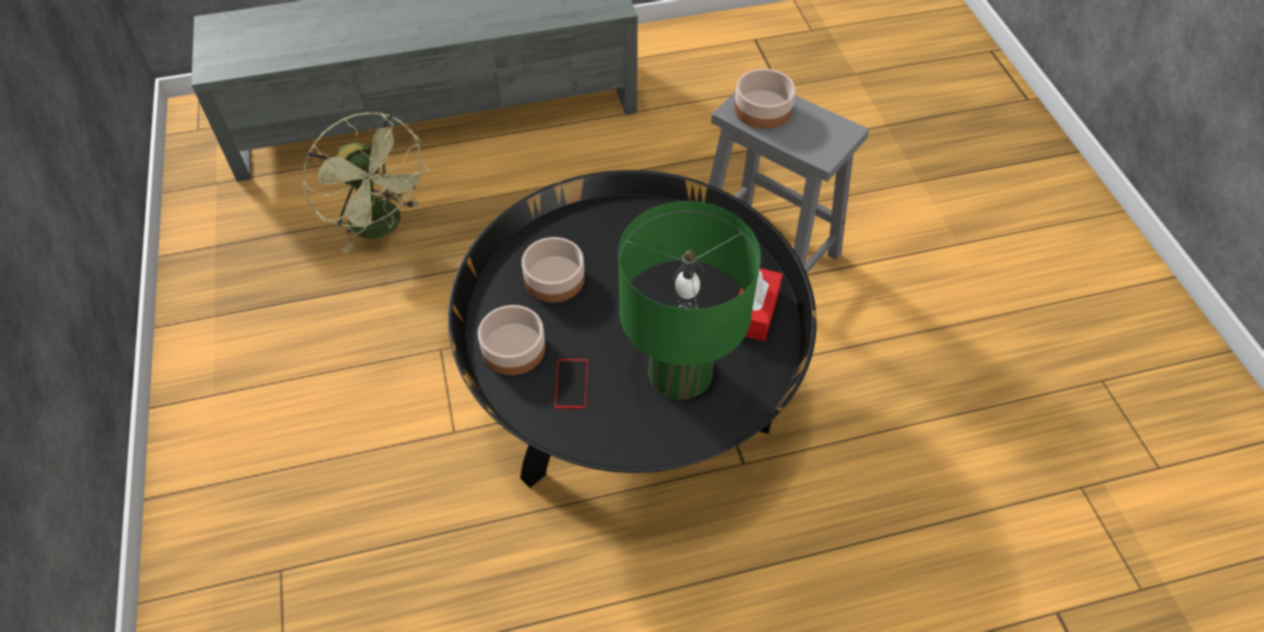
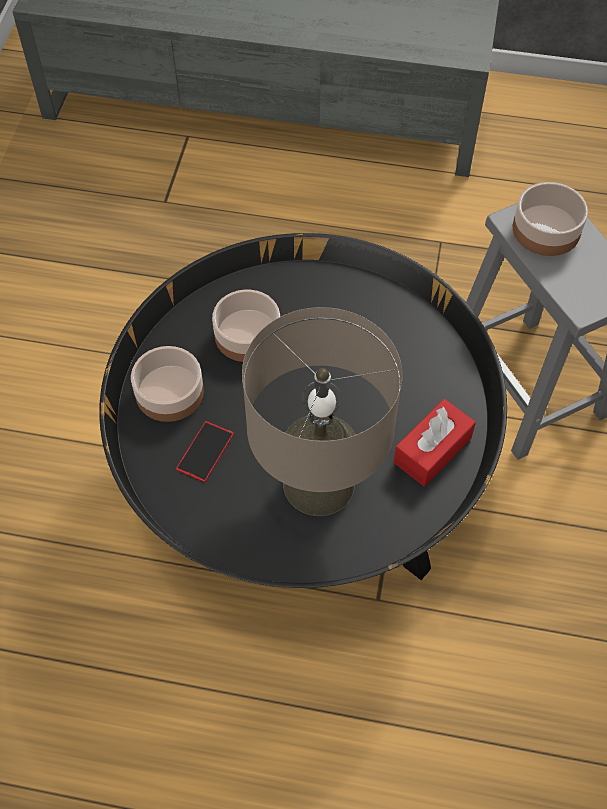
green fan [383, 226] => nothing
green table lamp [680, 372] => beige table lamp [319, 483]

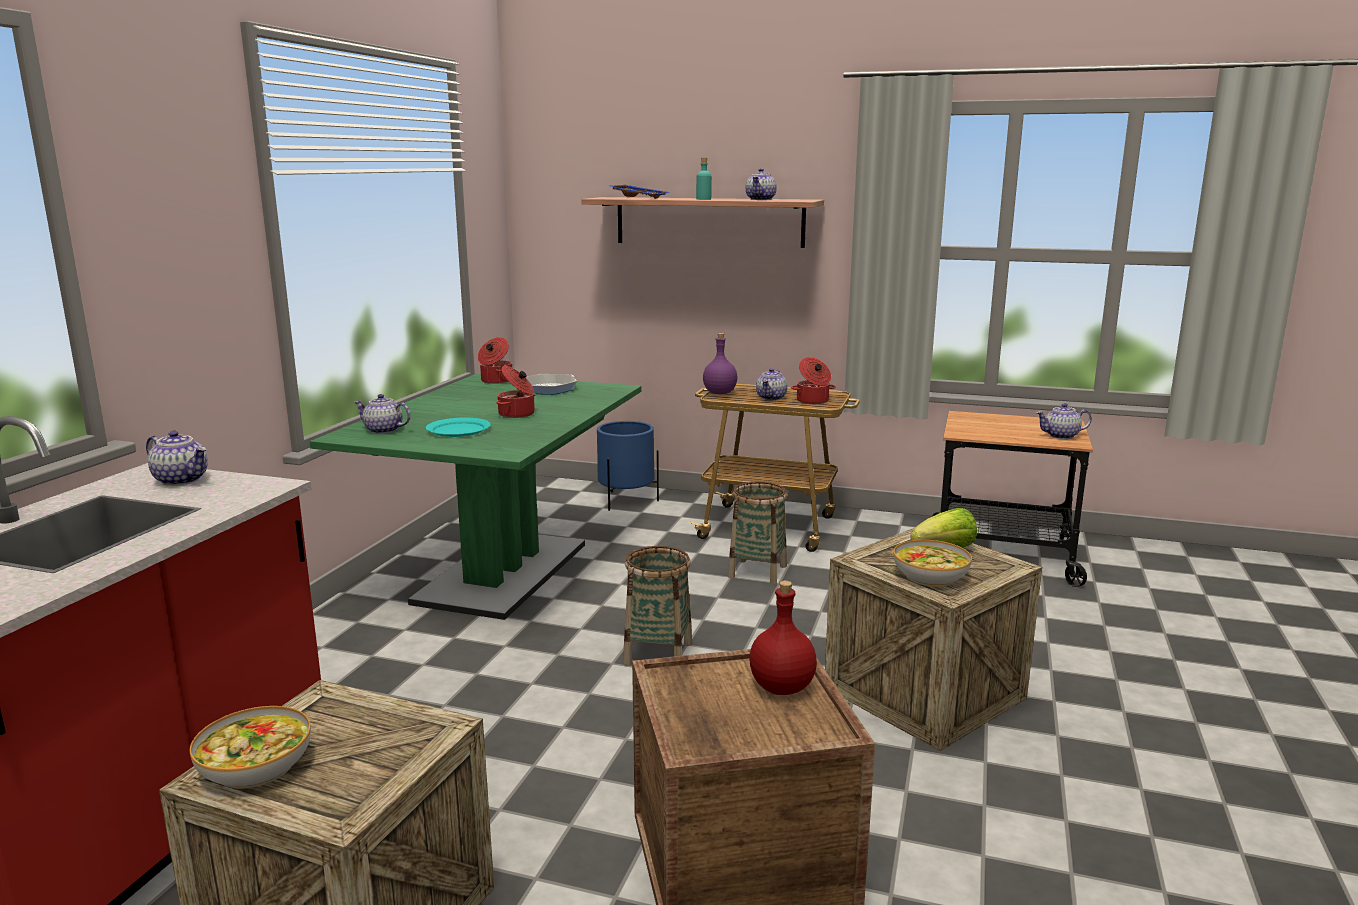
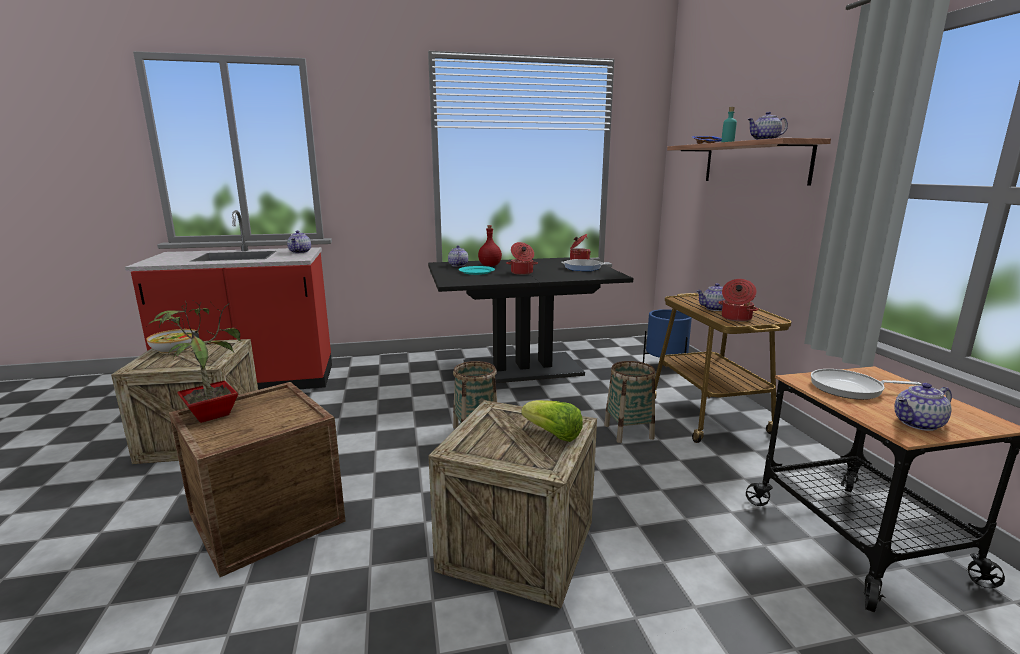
purple bottle [720, 393] => nothing
bowl [930, 576] => nothing
nothing => potted plant [210, 414]
nothing => frying pan [850, 389]
red bottle [782, 688] => red bottle [489, 265], move
green dining table [503, 573] => black dining table [522, 369]
teapot [1061, 436] => teapot [918, 424], 75 degrees counterclockwise

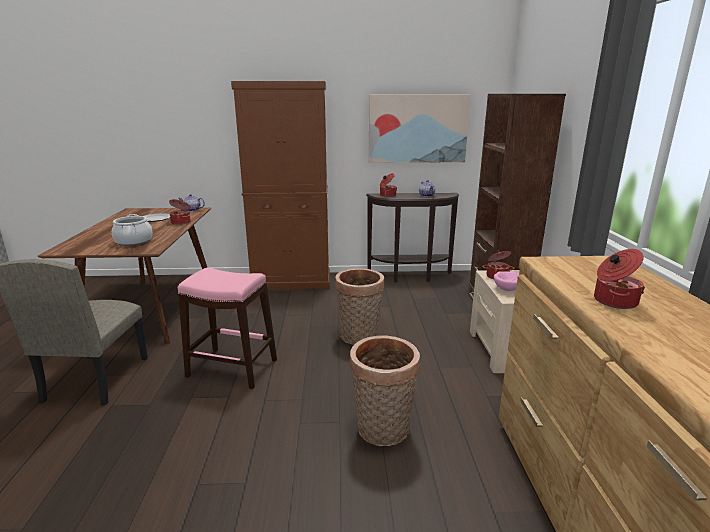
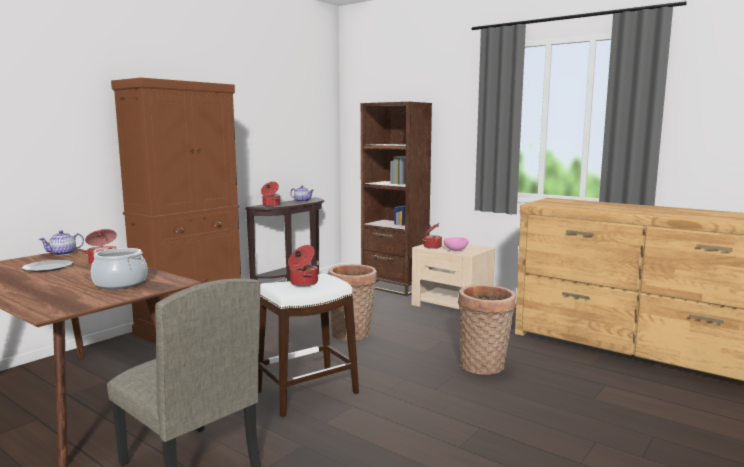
picture [417, 129] => nothing
cooking pot [613, 301] => cooking pot [303, 283], move
pink stool [232, 367] => white stool [306, 392]

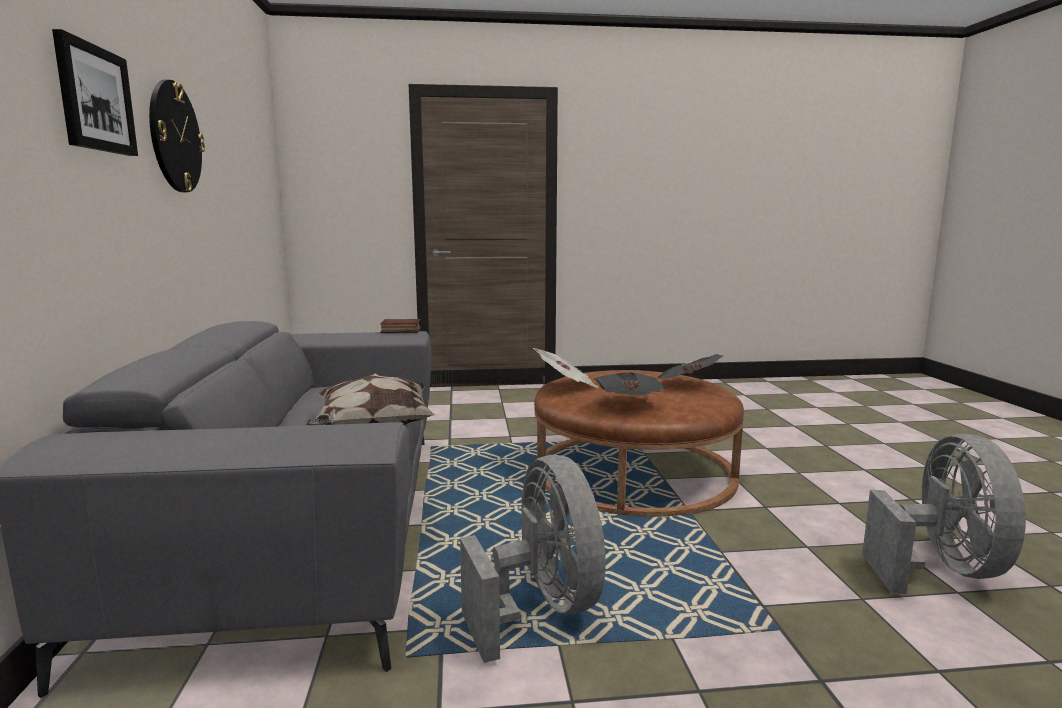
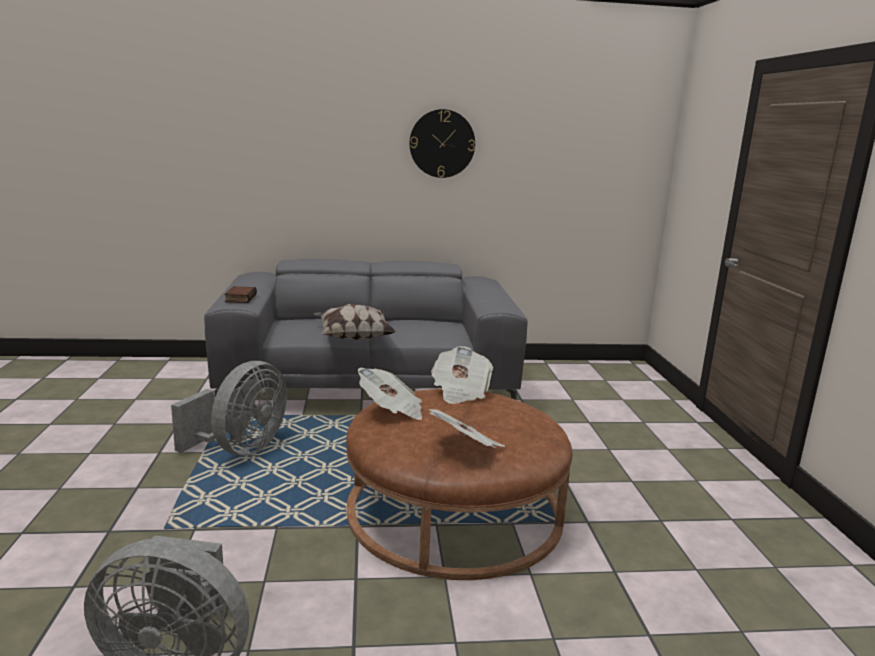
picture [95, 99] => nothing
book [400, 330] => book [240, 298], move
grey fan [542, 608] => grey fan [240, 449], 45 degrees counterclockwise

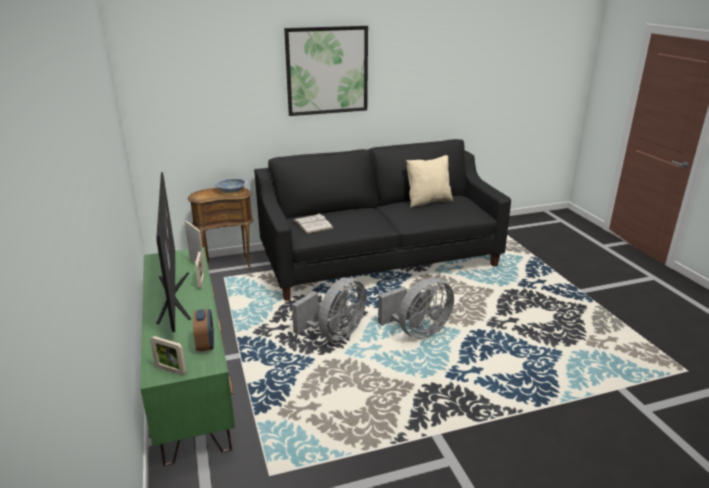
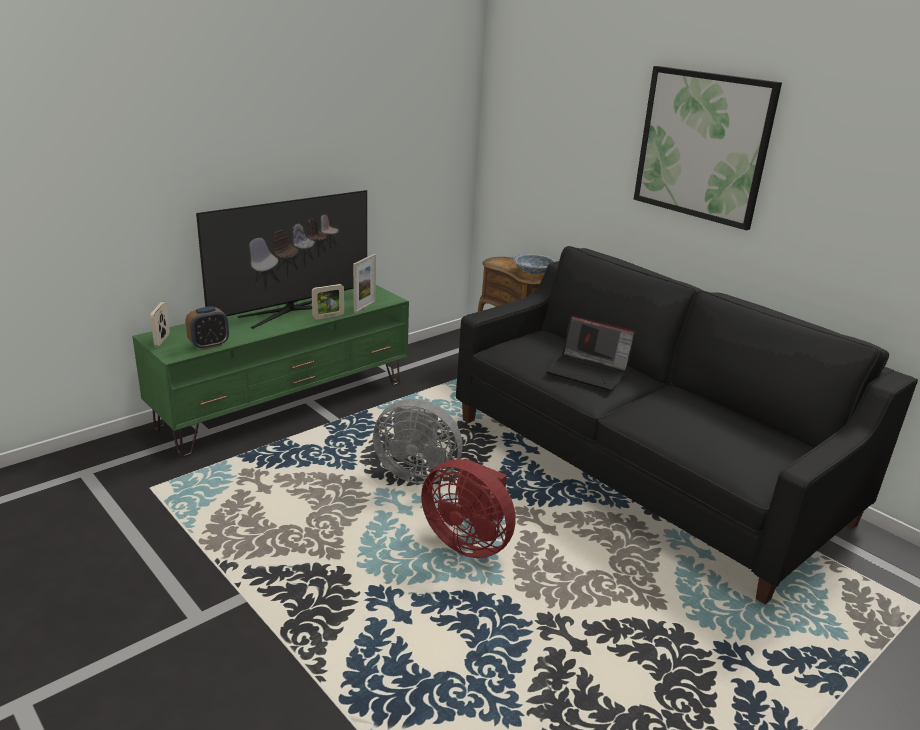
white book [313, 224] => nothing
beige pillow [428, 201] => nothing
nothing => laptop [589, 372]
grey fan [417, 332] => red fan [468, 542]

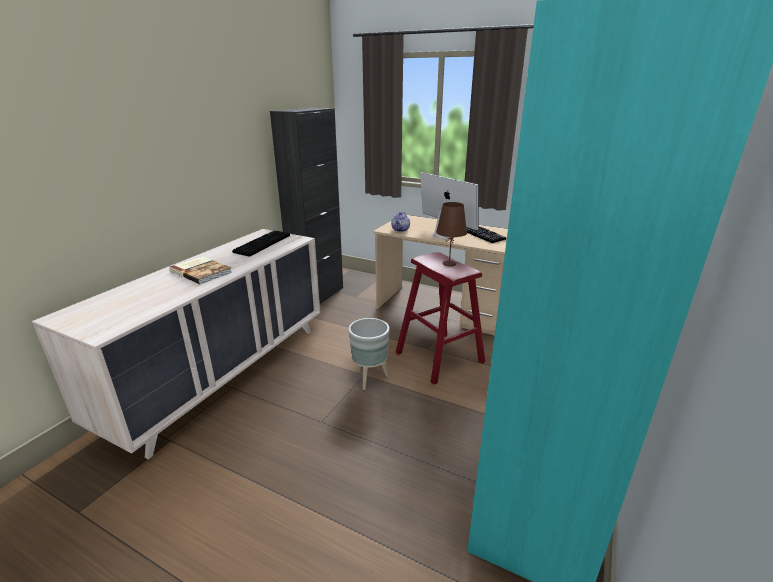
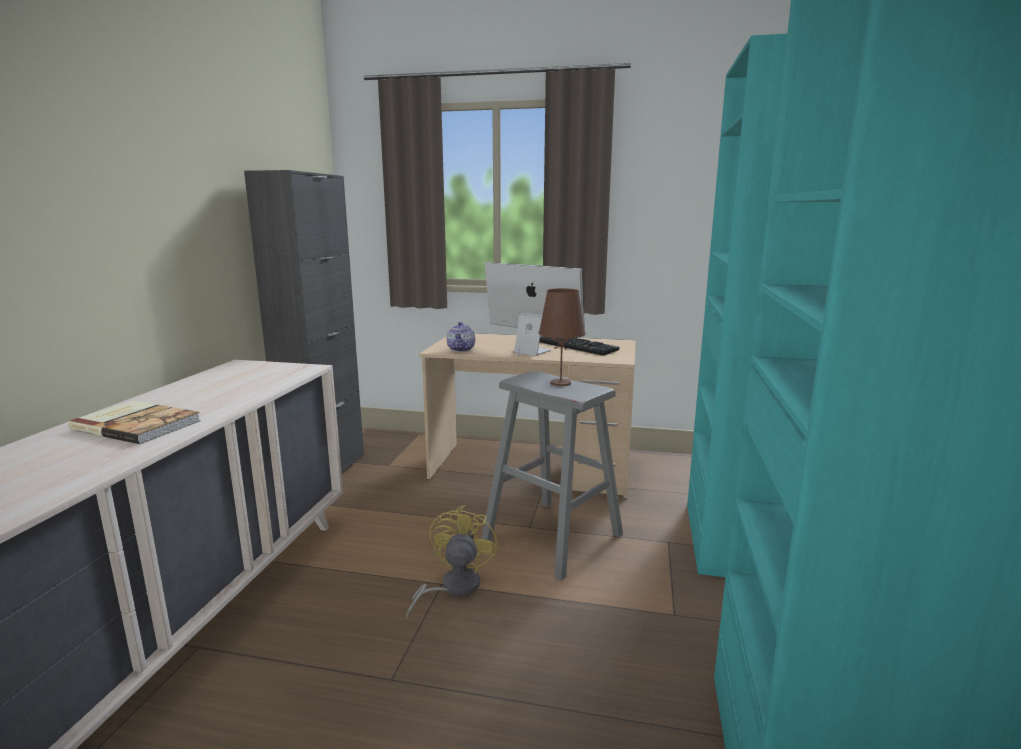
keyboard [262, 243] => nothing
grey planter [369, 378] => yellow fan [453, 588]
red stool [439, 357] => grey stool [552, 537]

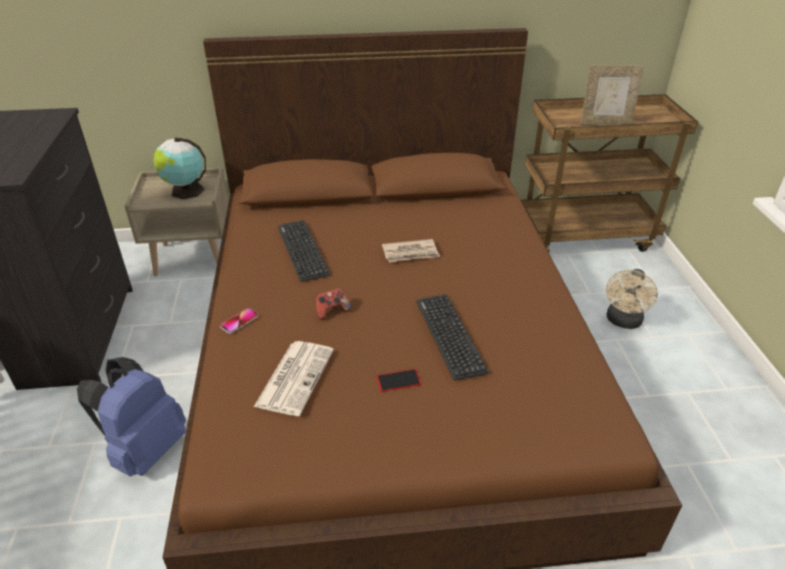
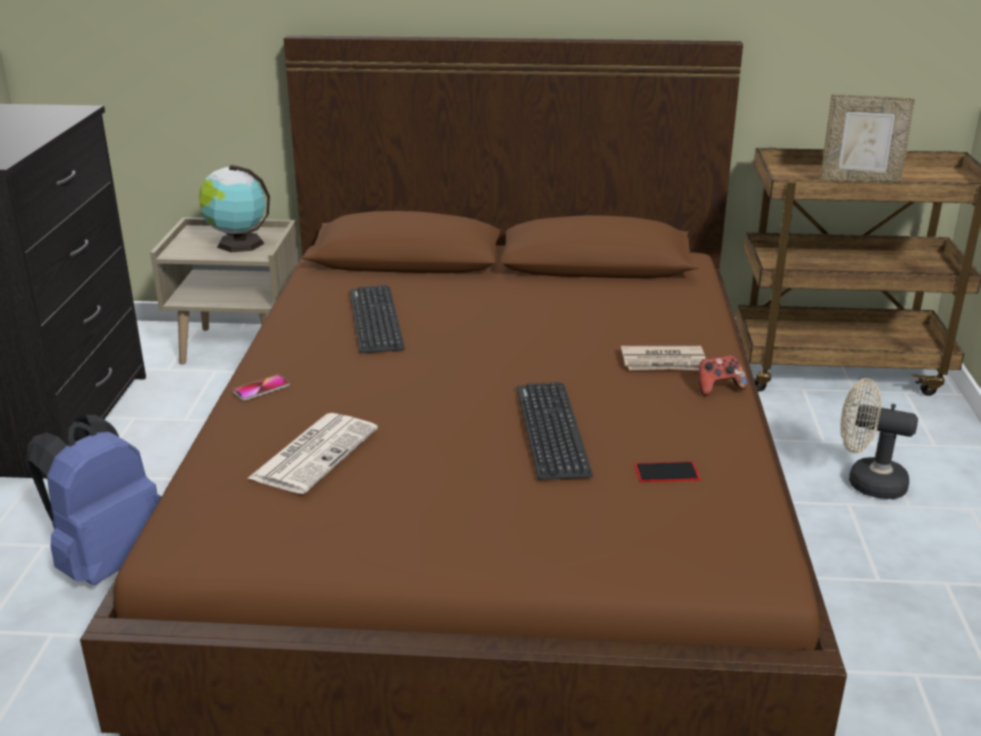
game controller [332, 311] => game controller [718, 388], move
phone [398, 380] => phone [666, 472], move
newspaper [411, 253] => newspaper [664, 362], move
beige fan [623, 322] => beige fan [866, 482], 75 degrees clockwise

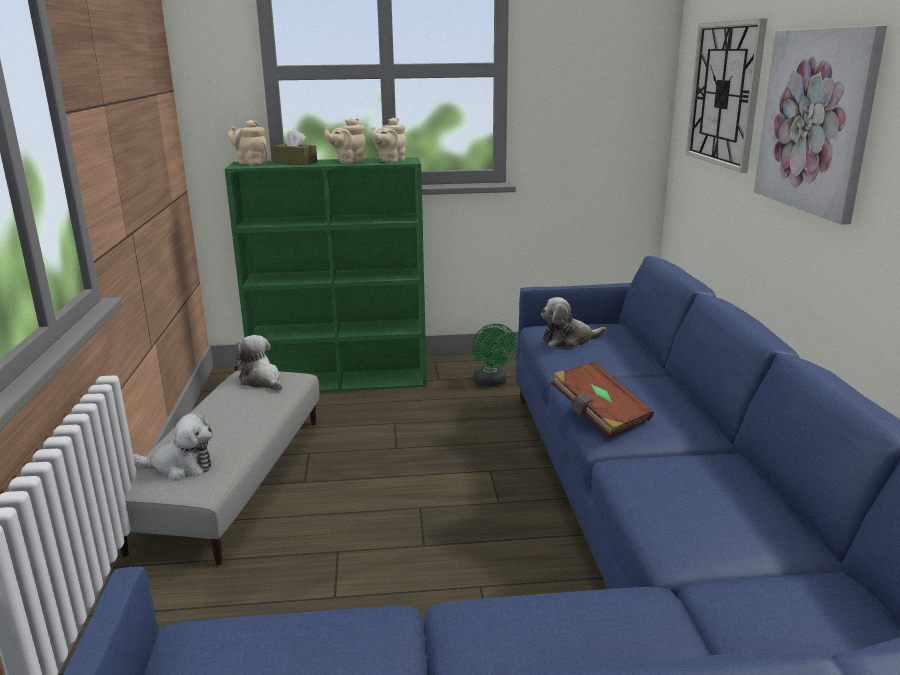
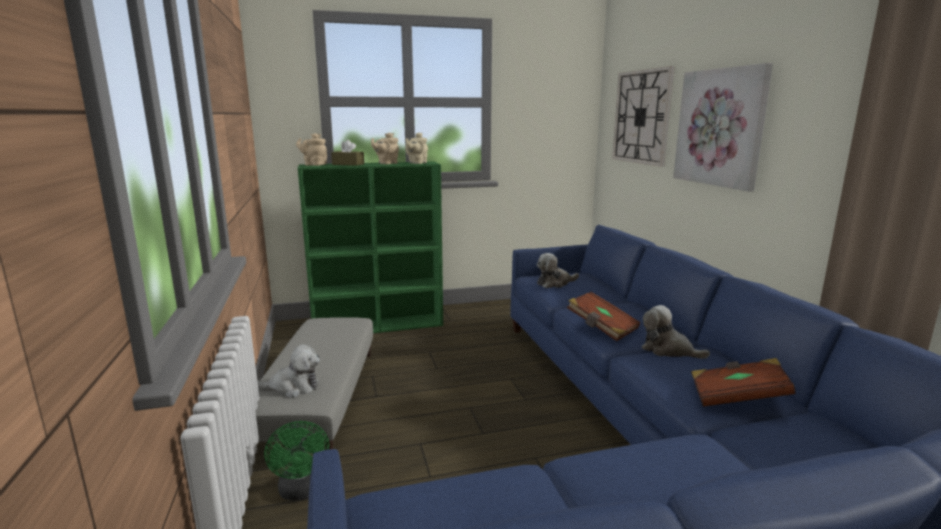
nothing => brown book [737, 398]
plush toy [261, 381] => plush toy [668, 350], move
green fan [491, 382] => green fan [302, 491], move

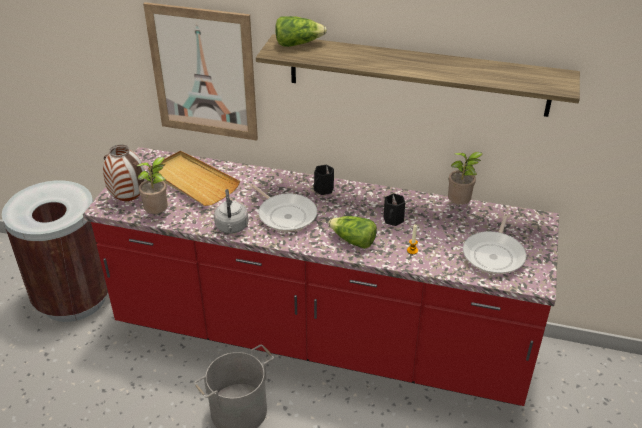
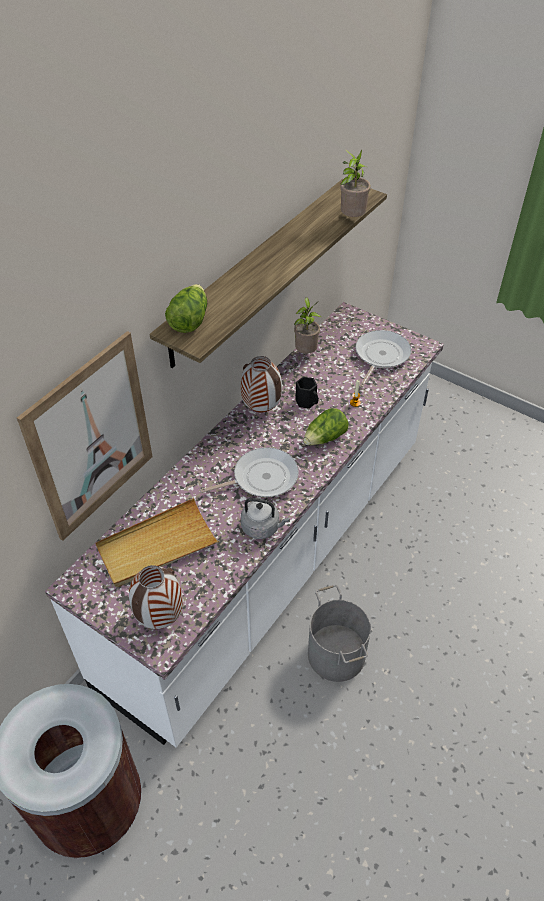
black mug [323, 189] => nothing
nothing => vase [260, 409]
potted plant [158, 213] => potted plant [351, 219], move
red counter [321, 338] => white counter [272, 559]
frying pan [494, 254] => frying pan [380, 356], 105 degrees counterclockwise

